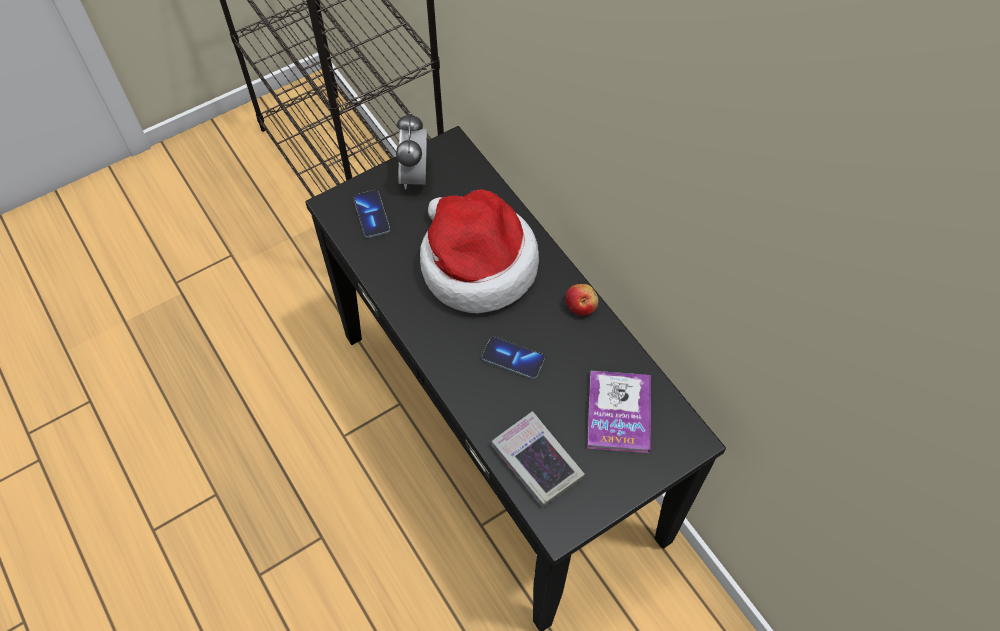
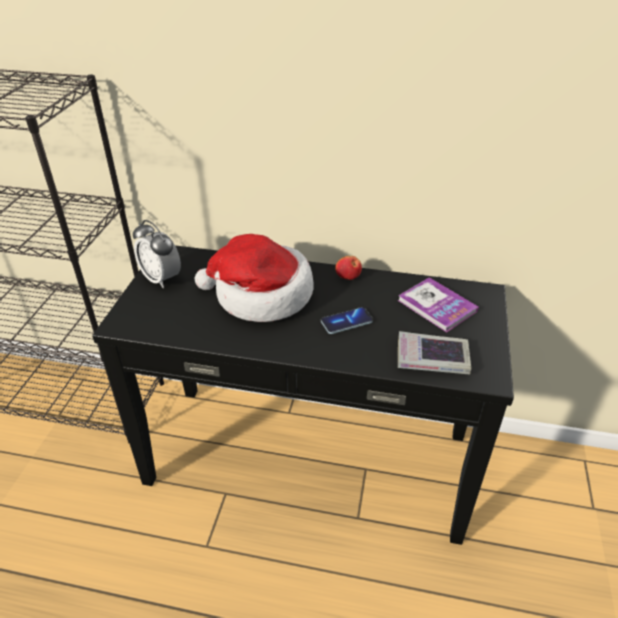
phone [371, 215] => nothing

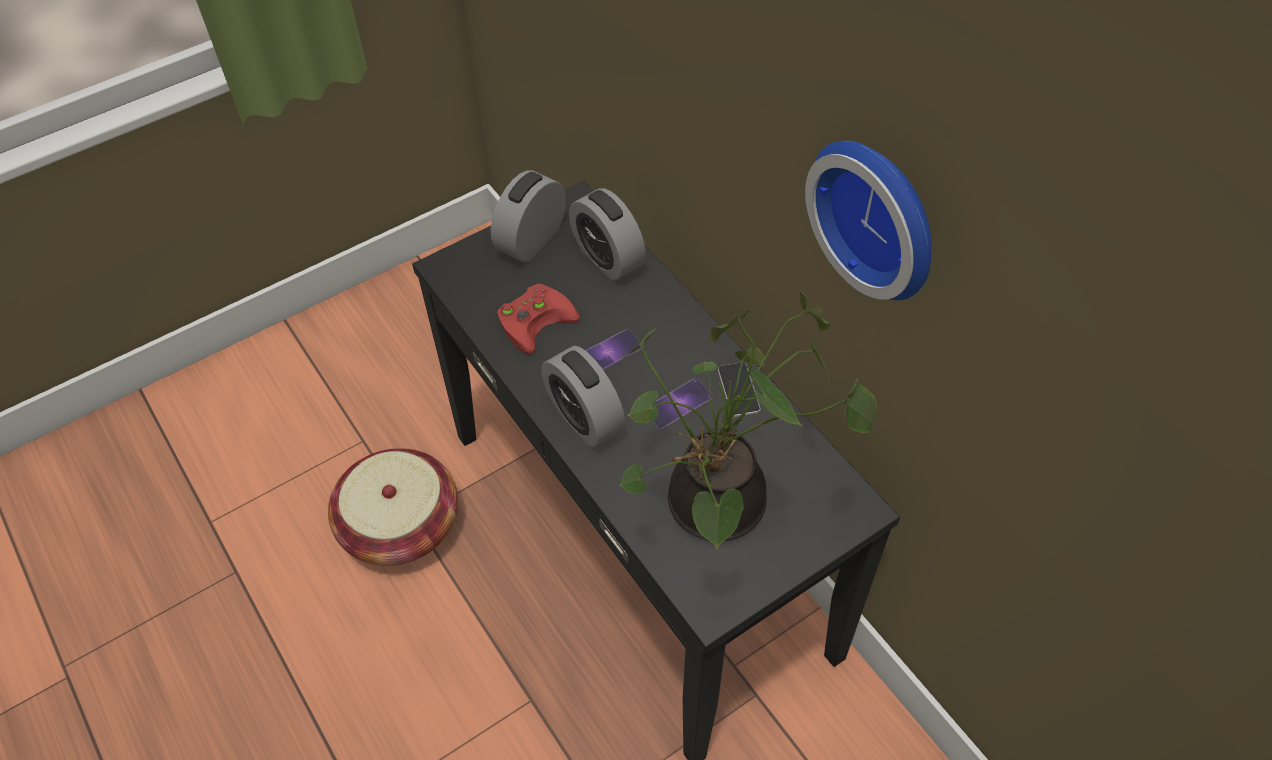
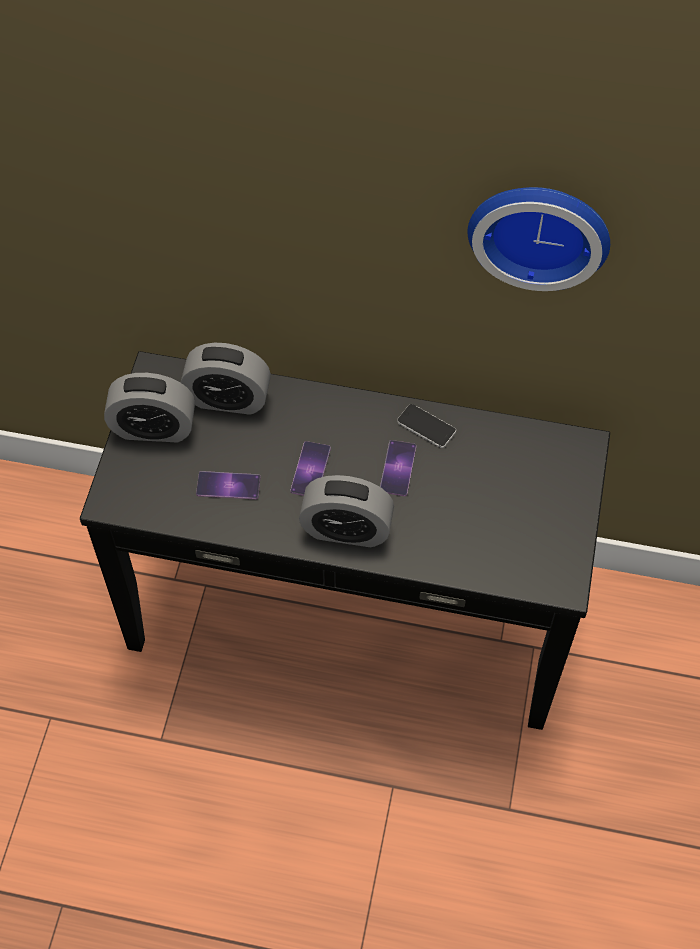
basket [400, 524] => nothing
potted plant [719, 511] => nothing
red game controller [536, 318] => phone [228, 485]
alarm clock [531, 240] => alarm clock [154, 428], 75 degrees counterclockwise

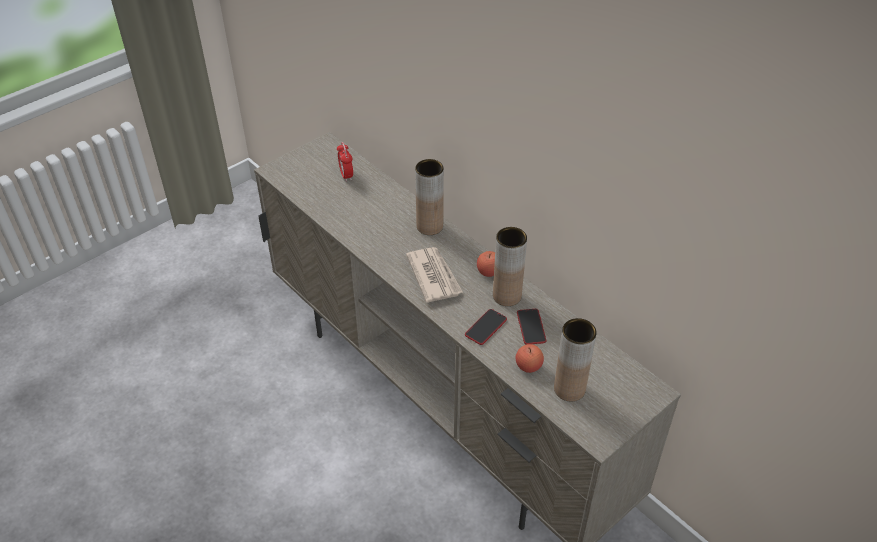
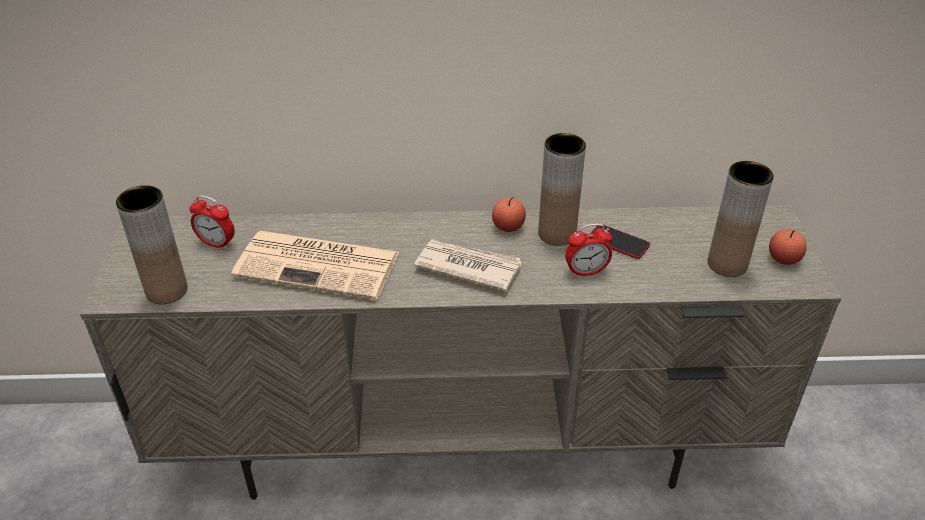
nothing => newspaper [320, 265]
brown vase [429, 226] => brown vase [166, 291], move
apple [528, 366] => apple [783, 259], move
phone [486, 327] => alarm clock [586, 272]

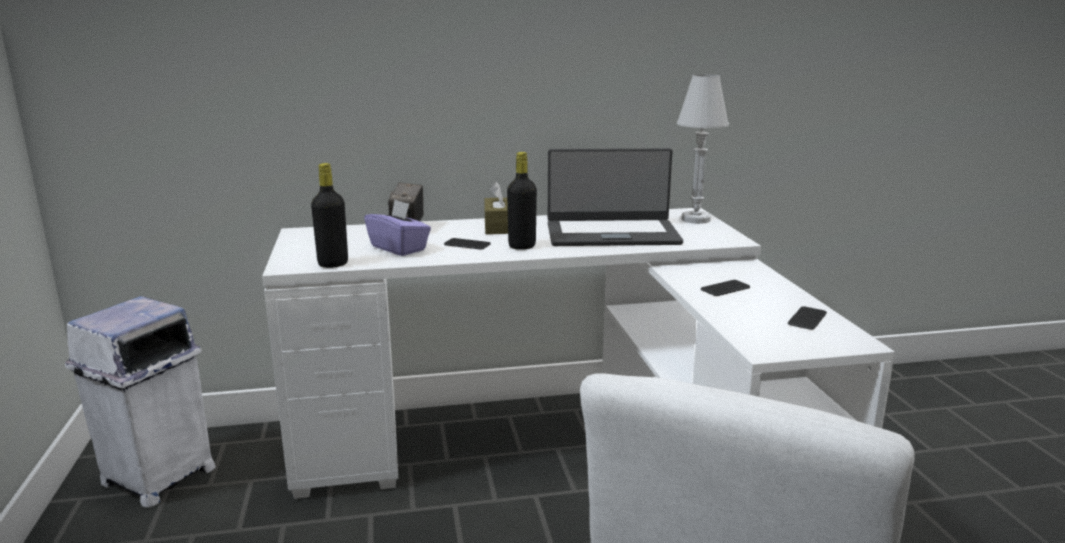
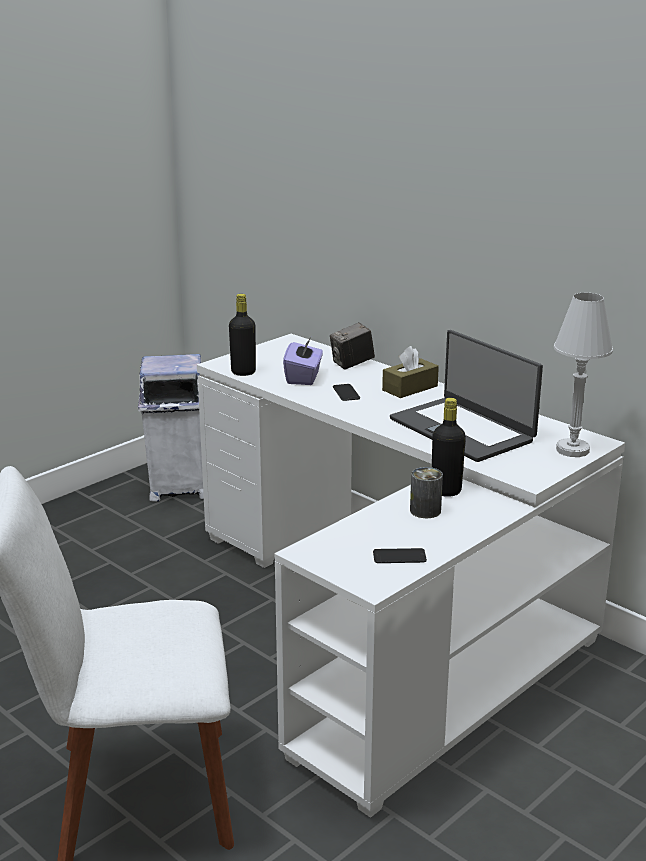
black bottle [522, 246] => black bottle [446, 491], move
phone [725, 289] => can [425, 510]

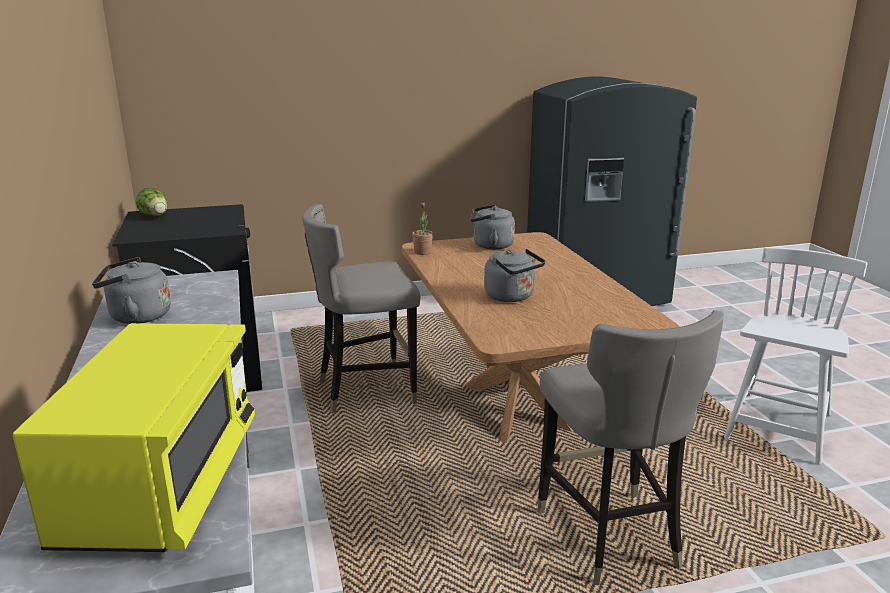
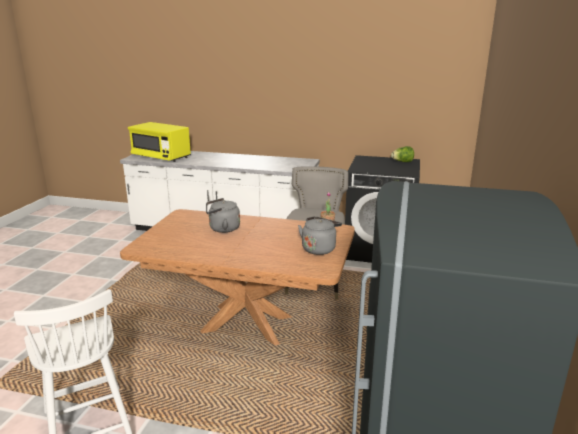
grey kettle [136, 317] => nothing
grey stool [610, 538] => nothing

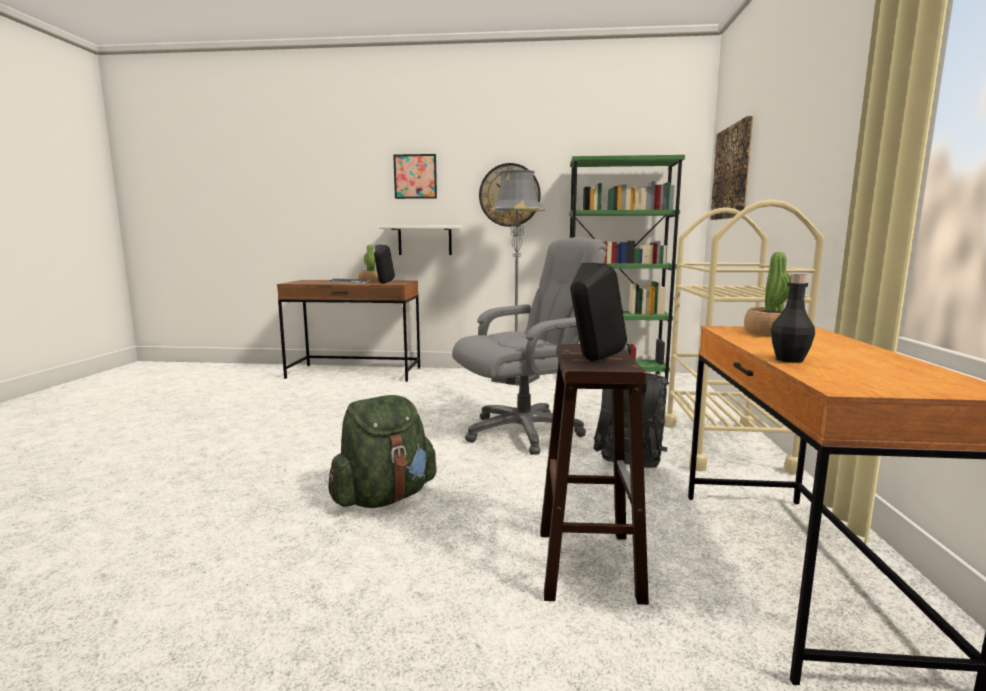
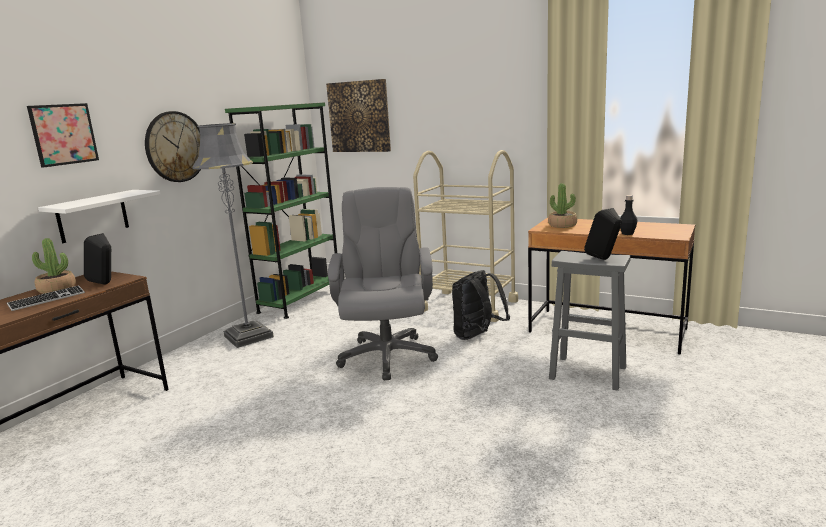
green backpack [384, 497] => nothing
brown stool [587, 563] => grey stool [586, 373]

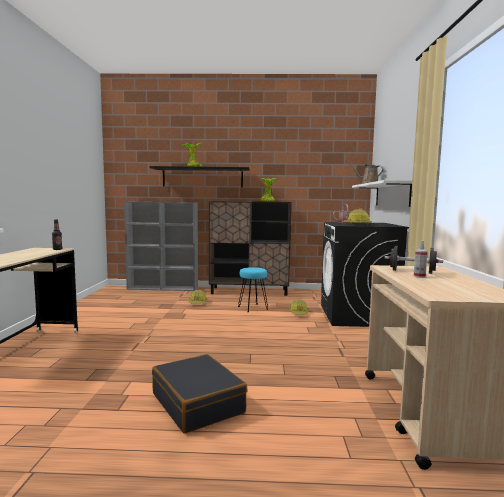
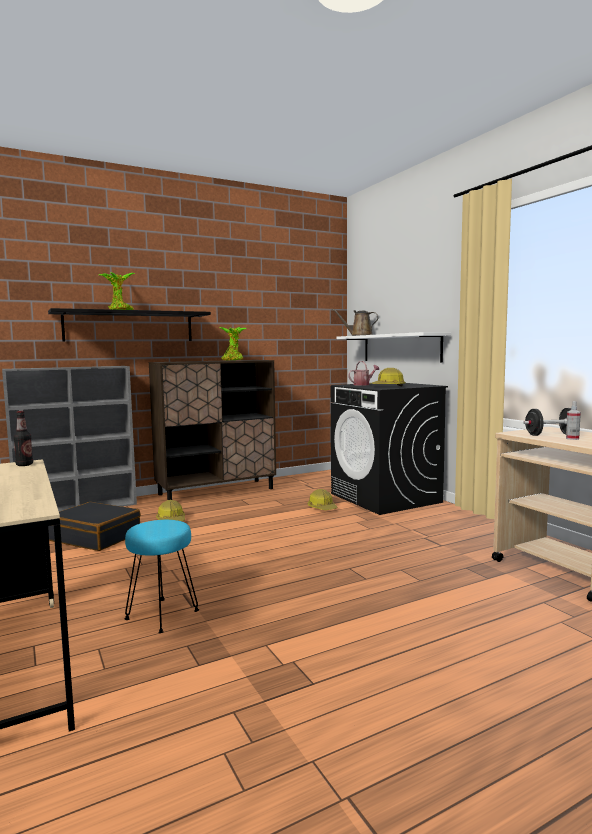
black suitcase [198, 403] => black suitcase [95, 537], move
turquoise stool [252, 308] => turquoise stool [162, 615], move

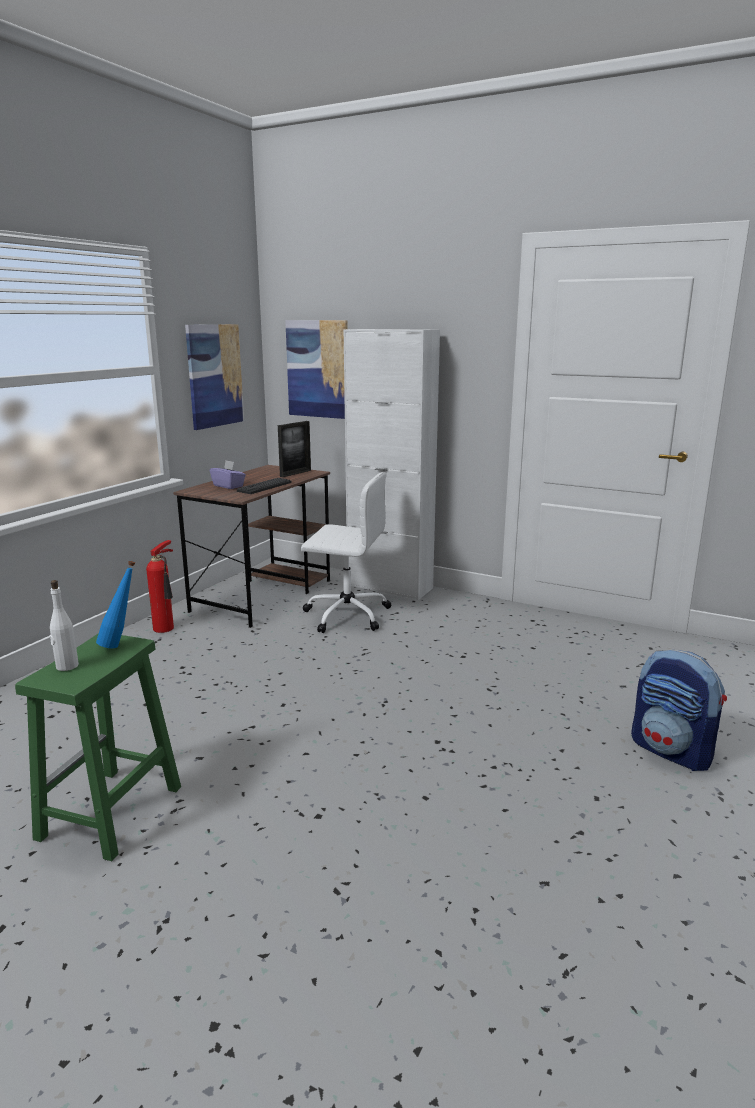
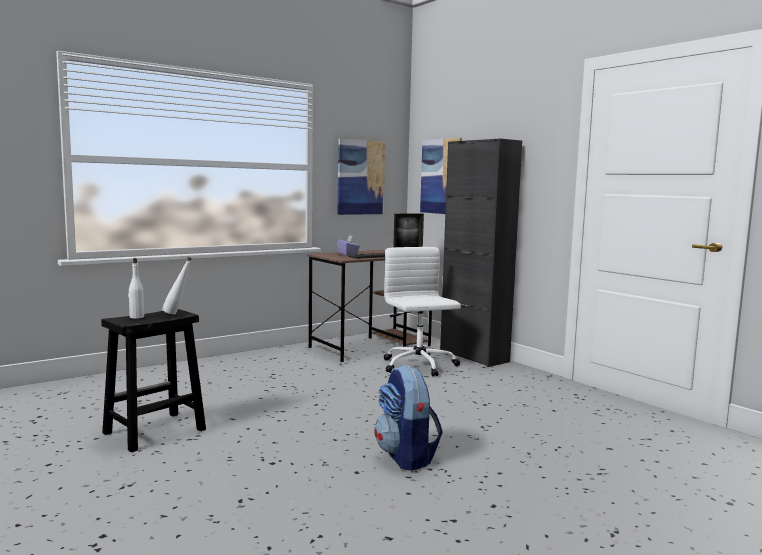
fire extinguisher [166, 628] => nothing
backpack [672, 751] => backpack [406, 457], move
green stool [110, 814] => black stool [153, 432]
blue bottle [121, 644] => white bottle [177, 314]
white cabinet [390, 587] => black cabinet [474, 356]
white office chair [345, 614] => white office chair [419, 366], 150 degrees counterclockwise

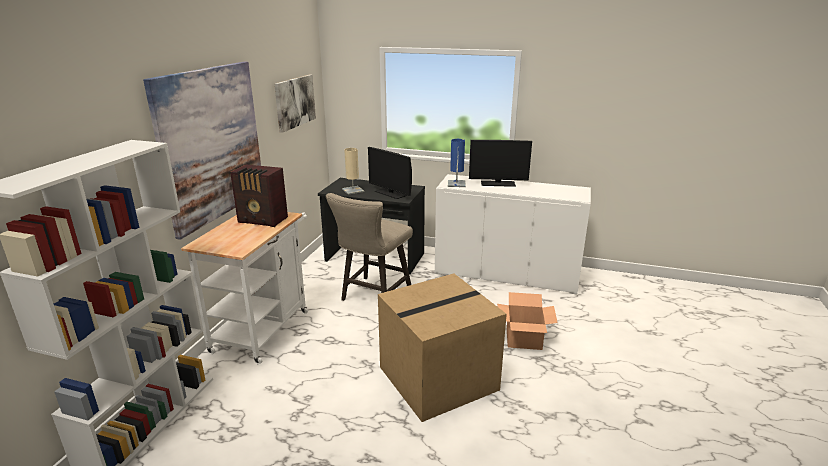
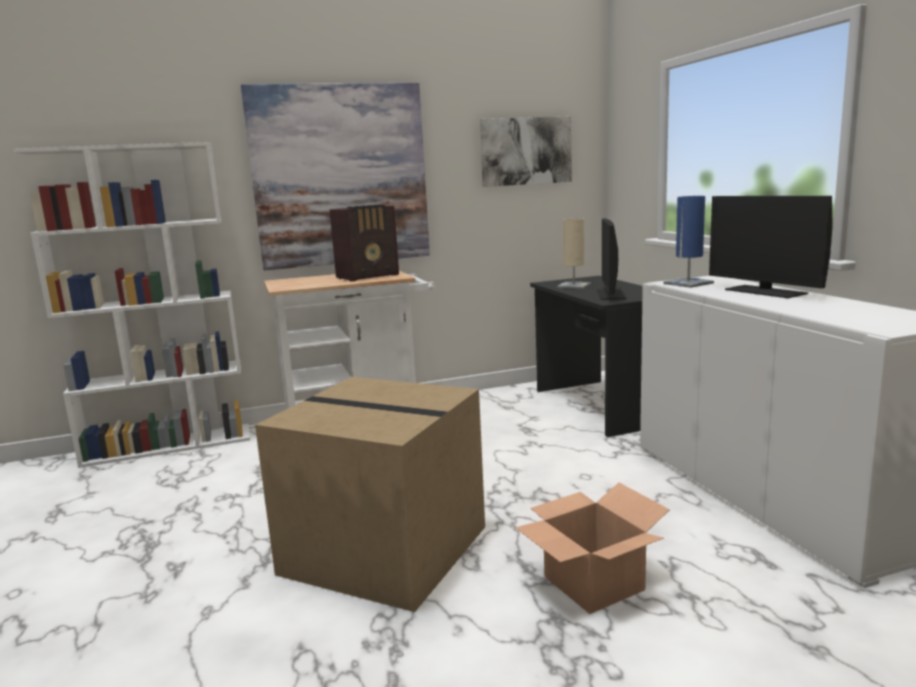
beige stool [373, 297] => nothing
radio [263, 220] => radio [369, 276], 105 degrees counterclockwise

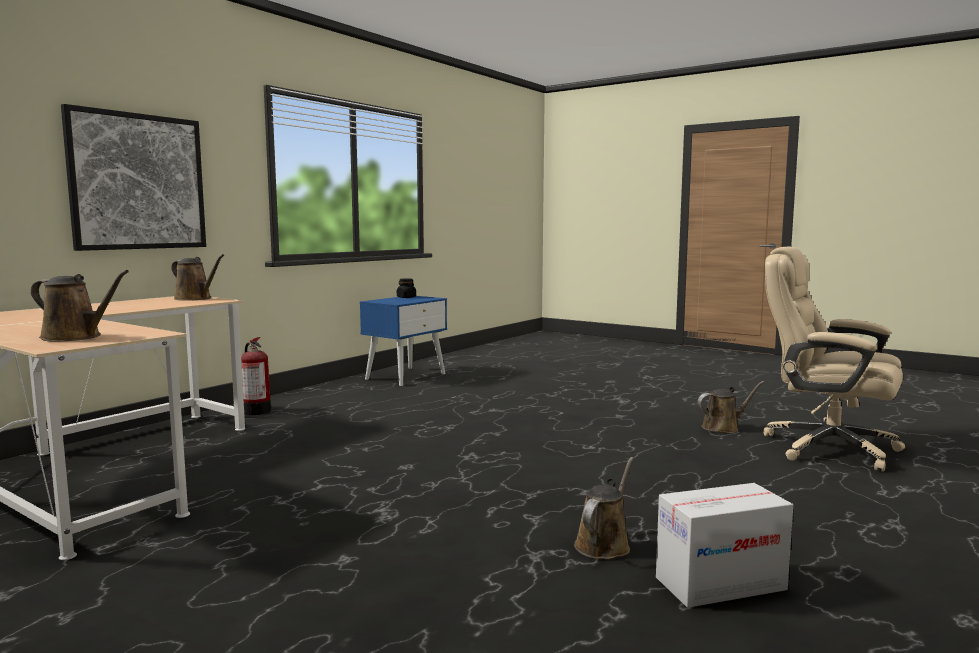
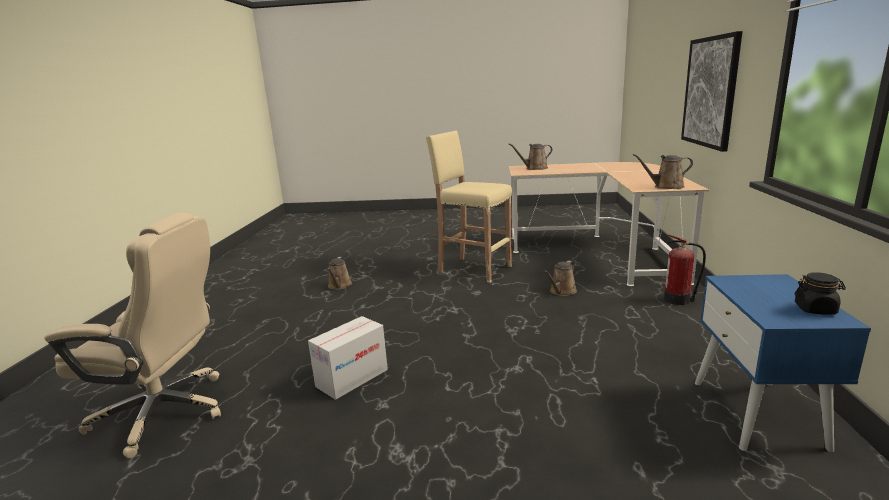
nothing => beige stool [473, 269]
cardboard box [720, 584] => cardboard box [352, 378], move
brown watering can [723, 427] => brown watering can [561, 292], move

